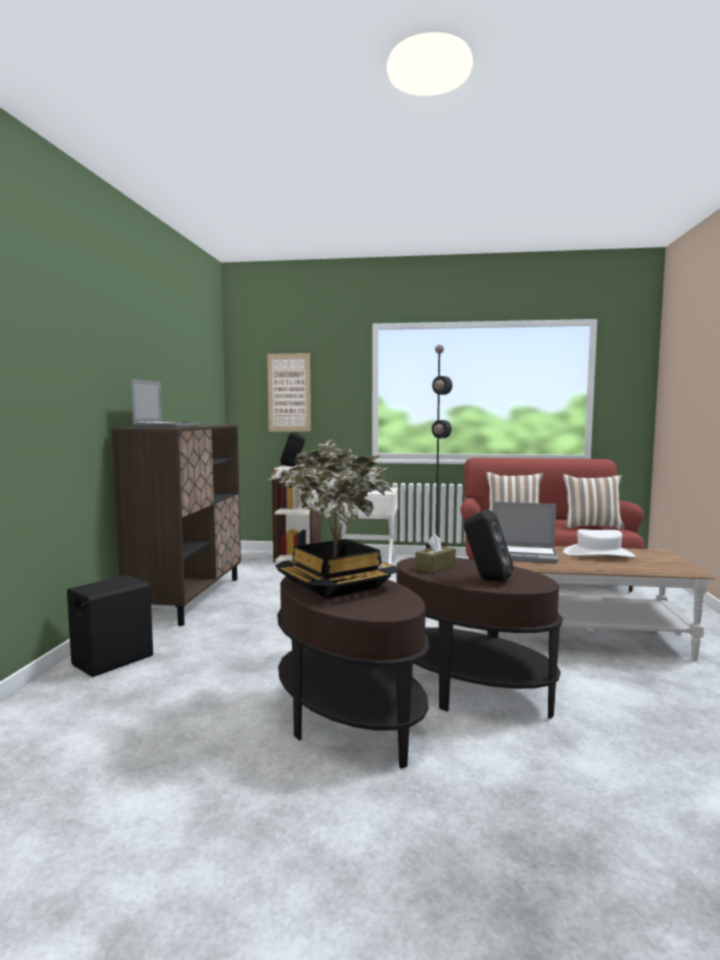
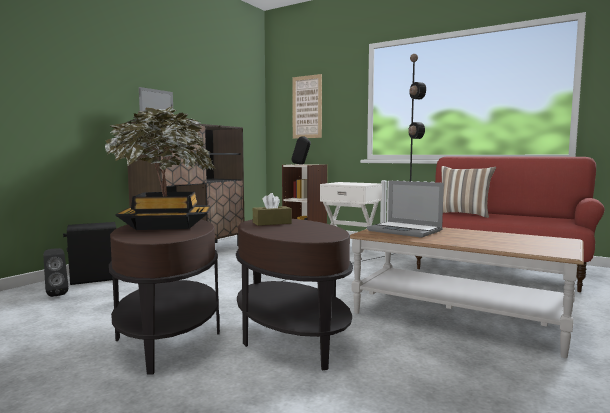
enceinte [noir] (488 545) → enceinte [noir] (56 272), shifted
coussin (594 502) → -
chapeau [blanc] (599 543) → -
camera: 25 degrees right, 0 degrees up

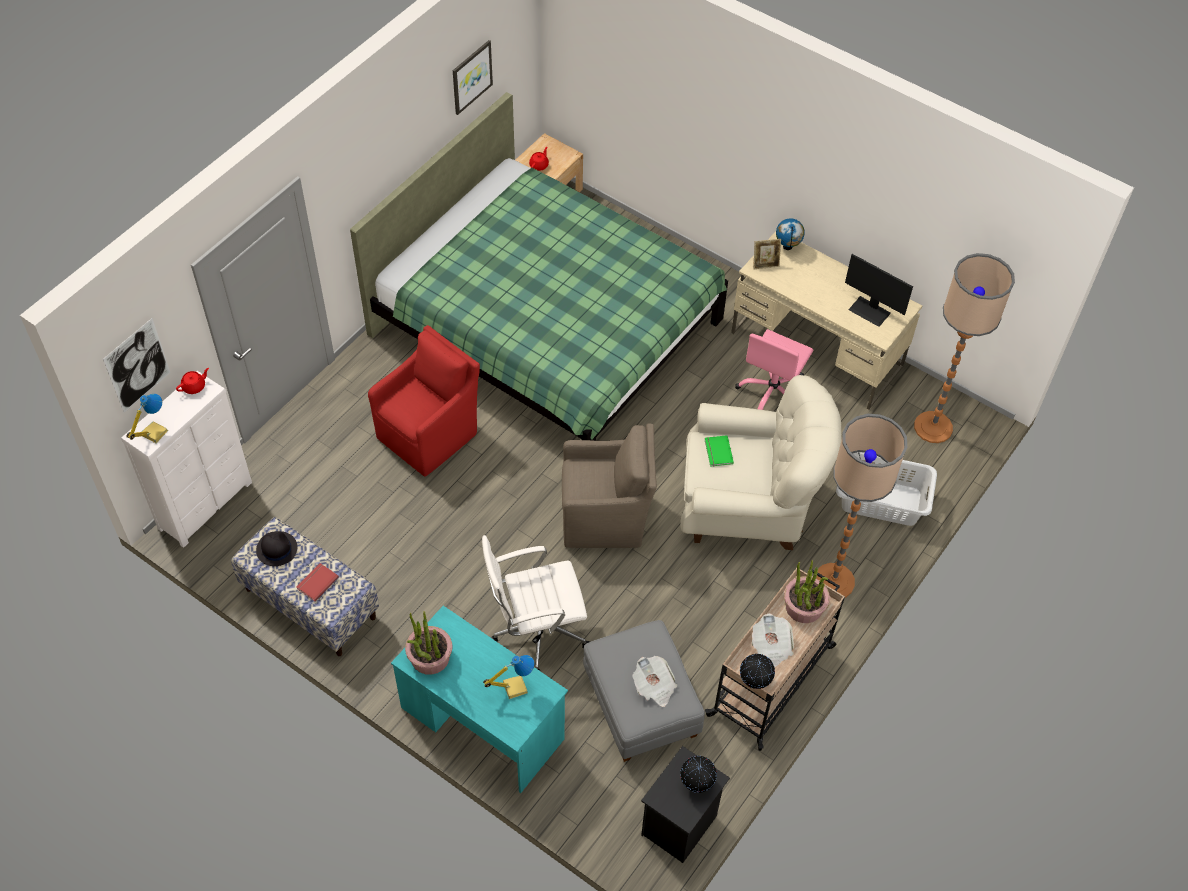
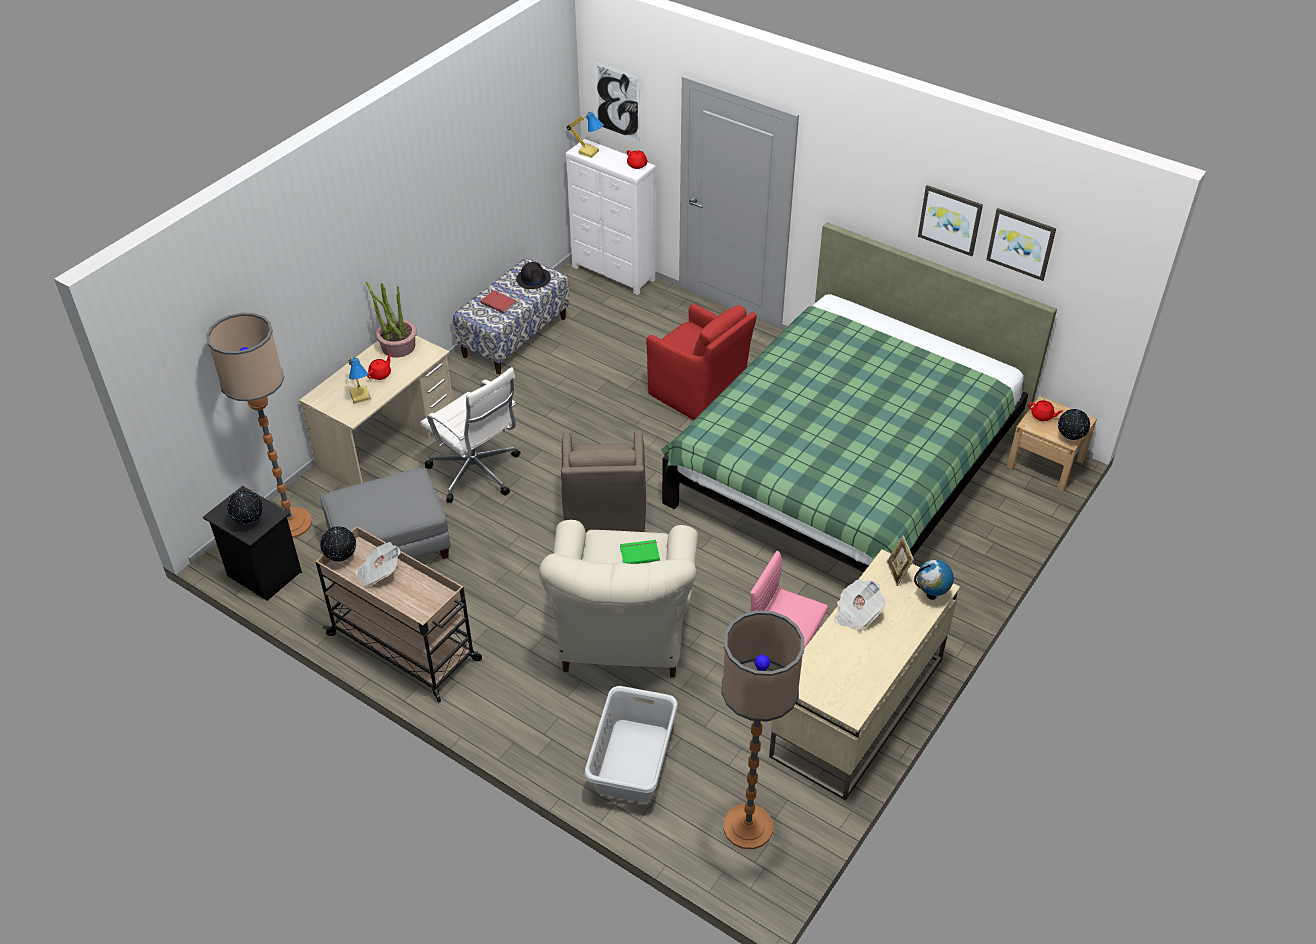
bureau [turquoise] (479 699) → bureau [beige] (376 411)
chaise de bureau [blanc] (536 603) → chaise de bureau [blanc] (470 435), 150 degrees clockwise
journal (655 681) → journal (859 605), shifted
plante en pot (807 591) → -
lampadaire (861 506) → lampadaire (259 425), shifted
écran d'ordinateur (879 290) → -
- → théière [rouge] (379 367)
- → tableau (950 220)
- → globe (1074 424)
camera: 90 degrees right, 10 degrees down

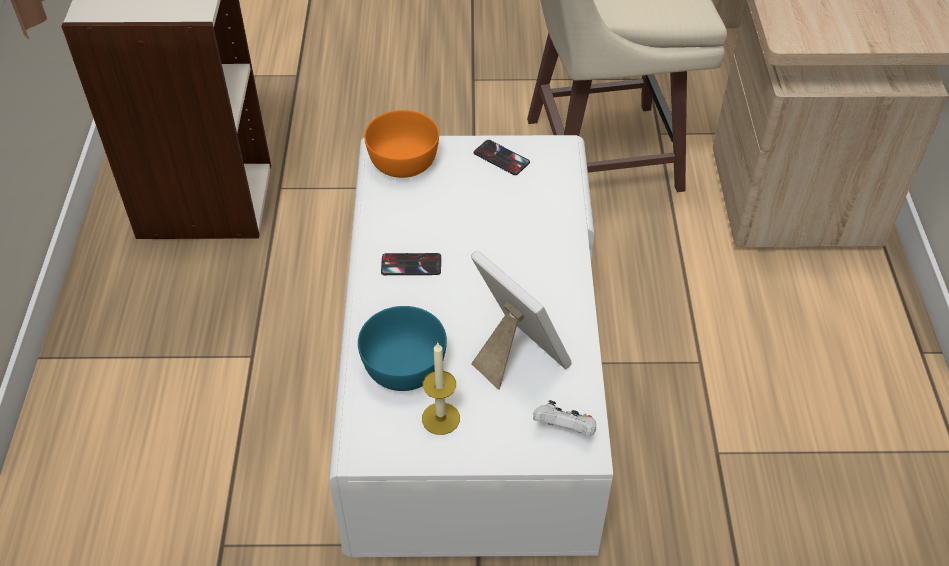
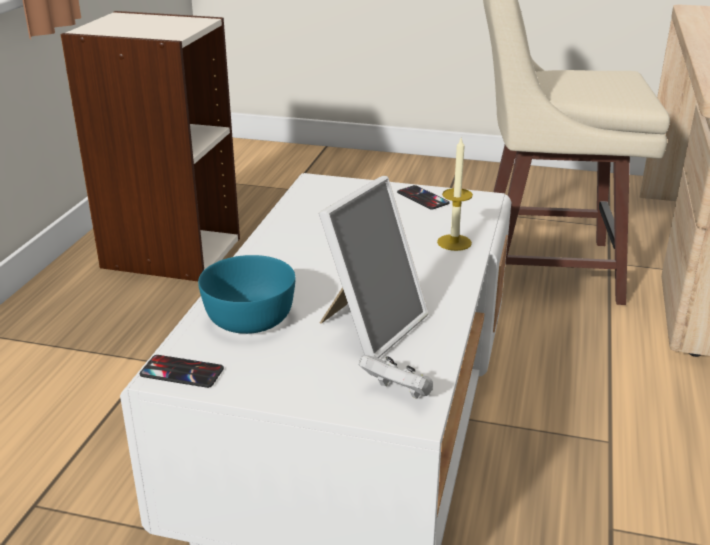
bol [orange] (401 144) → -
téléphone (411 264) → téléphone (182 371), shifted
bougie (441 388) → bougie (455 193), shifted
cadre photo (521 320) → cadre photo (373 267), 60 degrees clockwise
camera: 15 degrees right, 20 degrees down

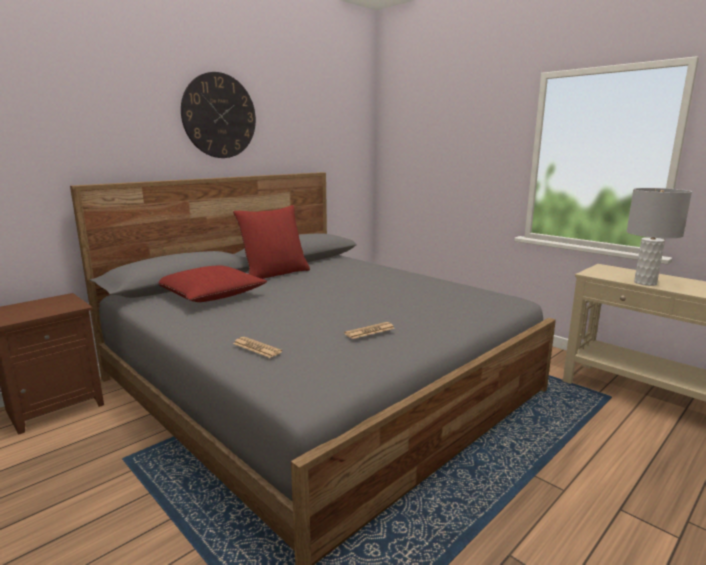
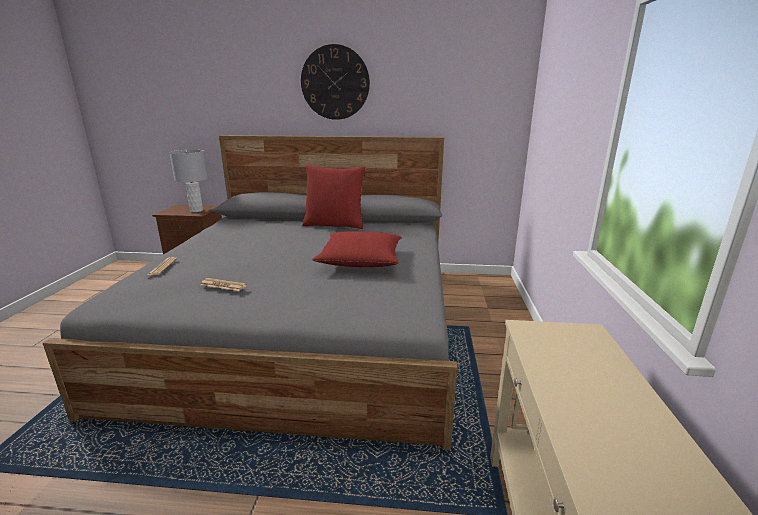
coussin [rouge] (212 283) → coussin [rouge] (357 249), shifted
lampe de table [gris] (659 237) → lampe de table [gris] (188 181), shifted
camera: 50 degrees right, 5 degrees up

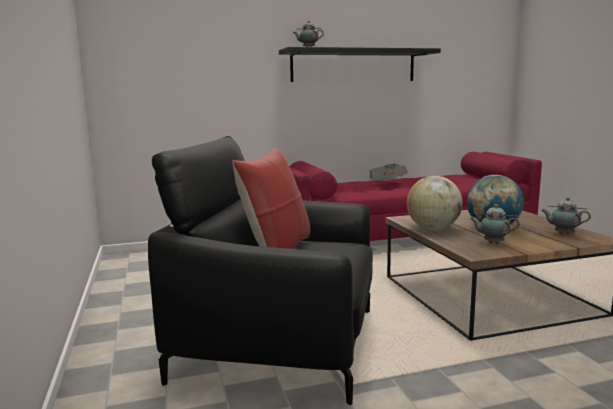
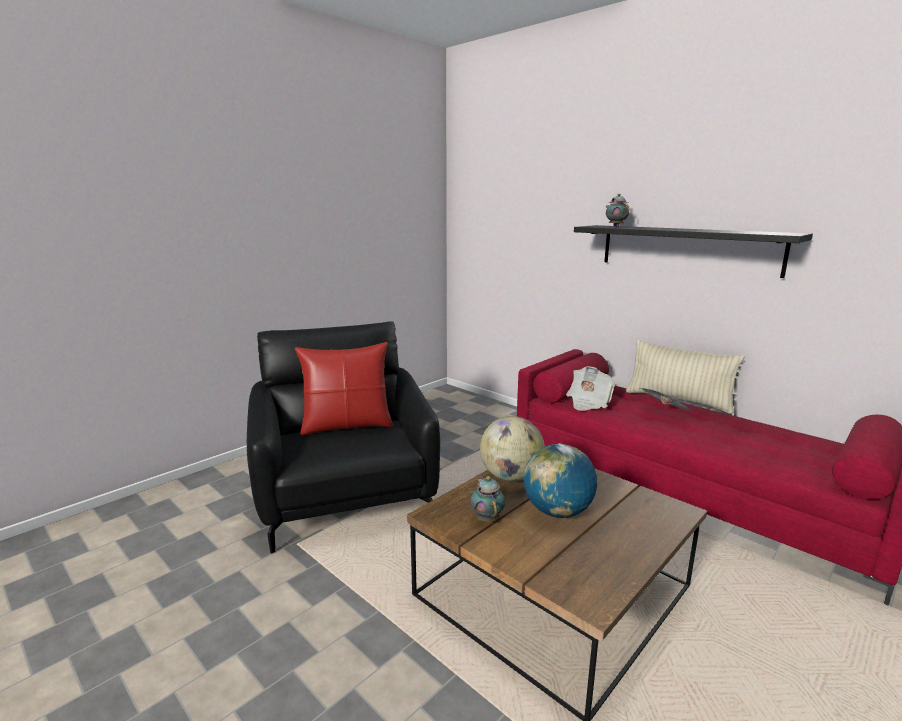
théière (566 216) → -
- → journal (590 388)
- → coussin [beige] (685 377)
camera: 60 degrees right, 5 degrees up

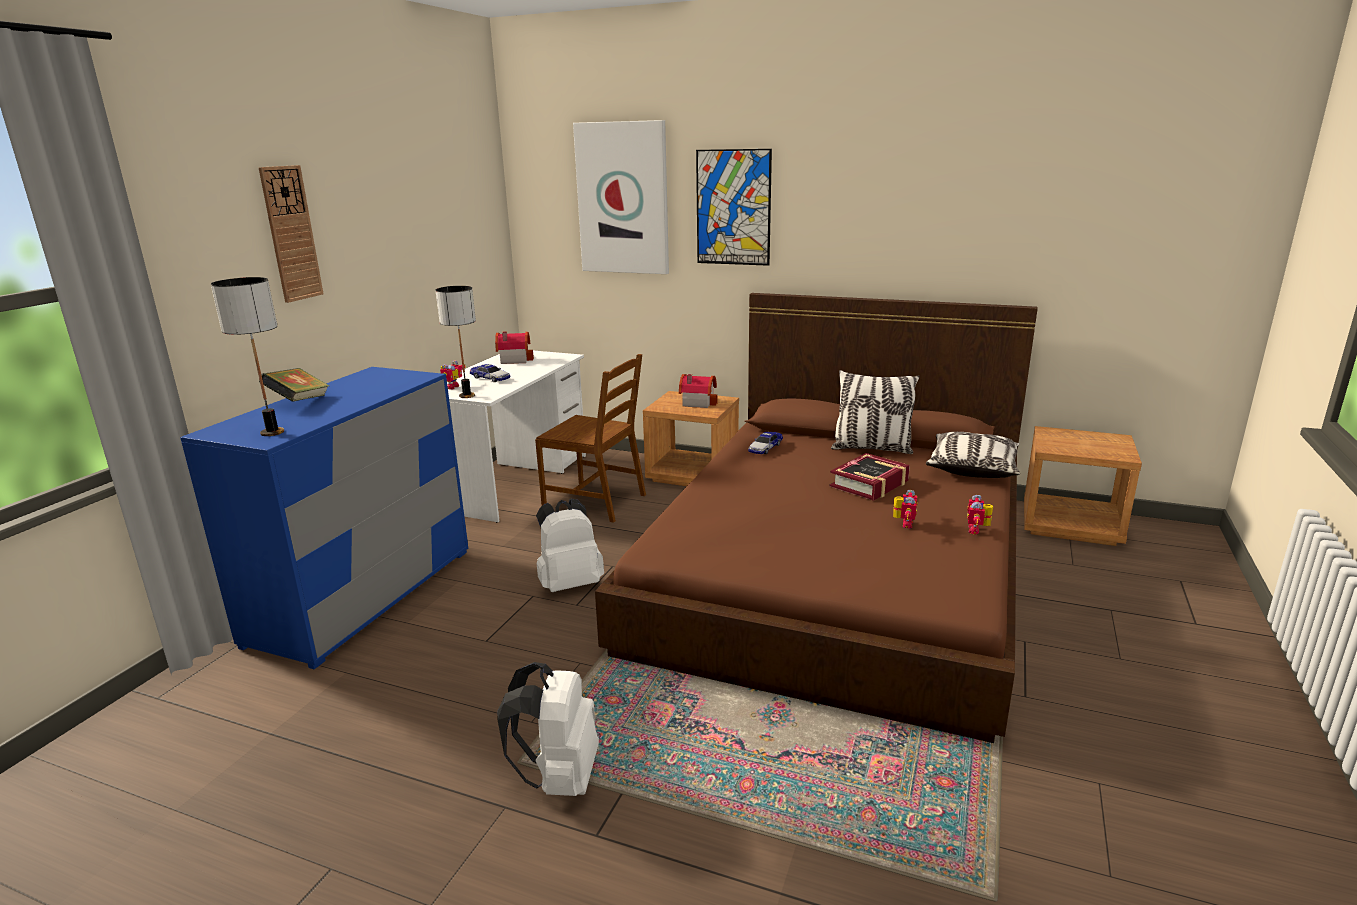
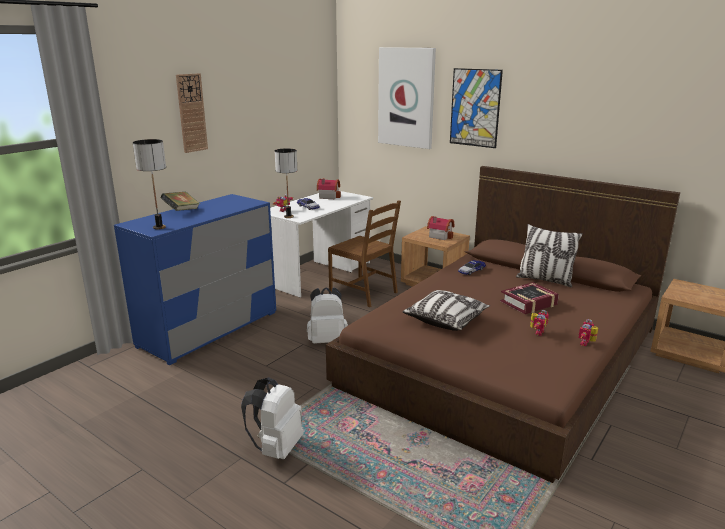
coussin (973 455) → coussin (446 310), shifted
camera: 15 degrees right, 0 degrees up

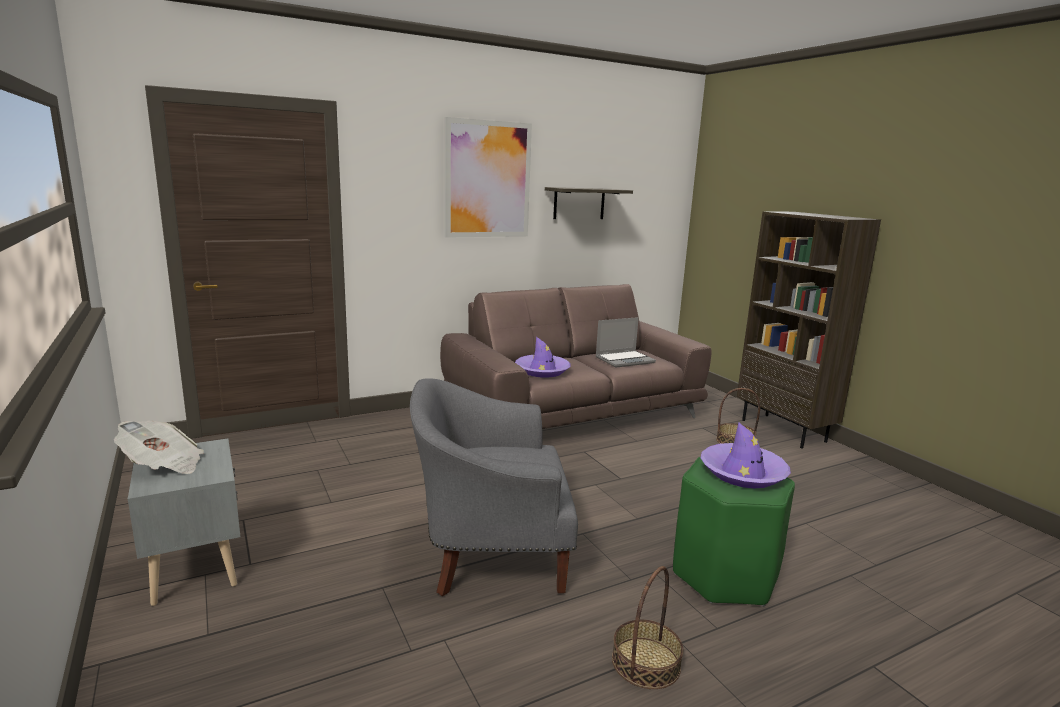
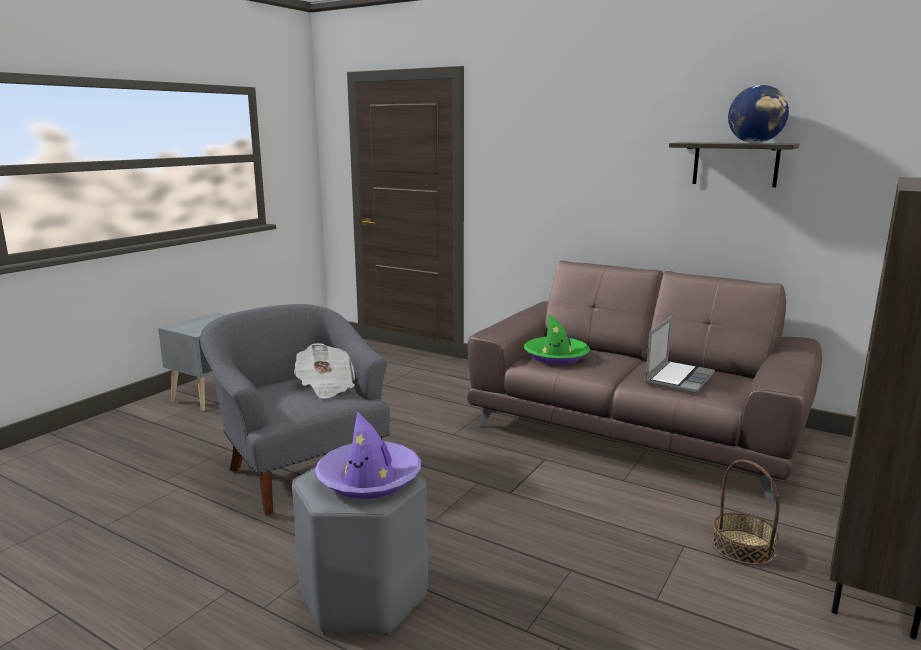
journal (159 447) → journal (324 371), shifted
tableau (488 177) → -
chapeau [violet] (543 357) → chapeau [vert] (557 339)
ordinateur portable (626 342) → ordinateur portable (680 355), 90 degrees counterclockwise
panier (648 627) → -
tabouret [vert] (734 531) → tabouret [gris] (360 550)
- → globe (758 114)
camera: 60 degrees right, 0 degrees up

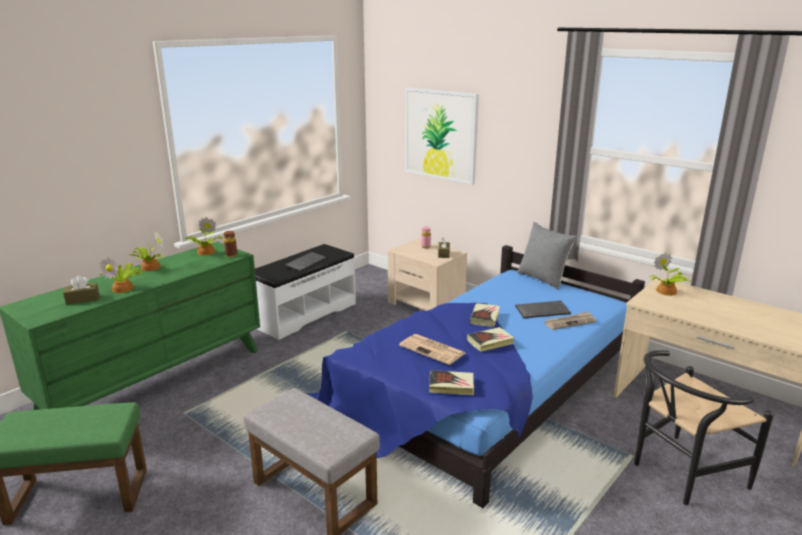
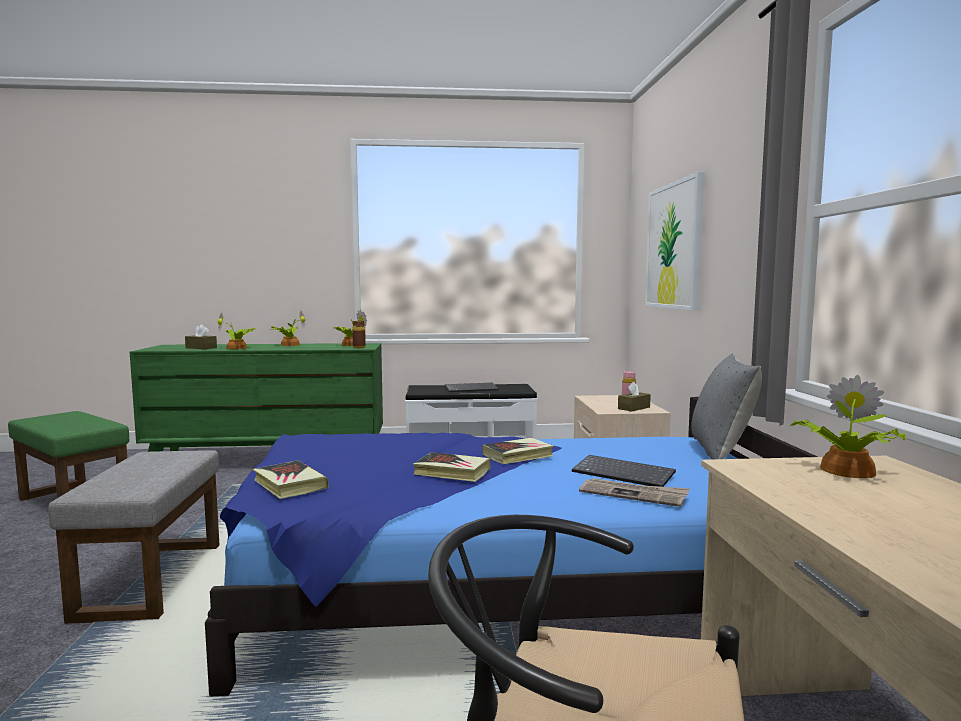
journal (432 349) → -
camera: 45 degrees right, 15 degrees down

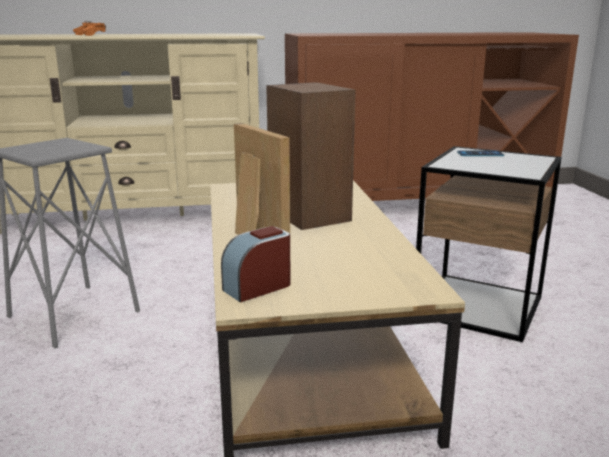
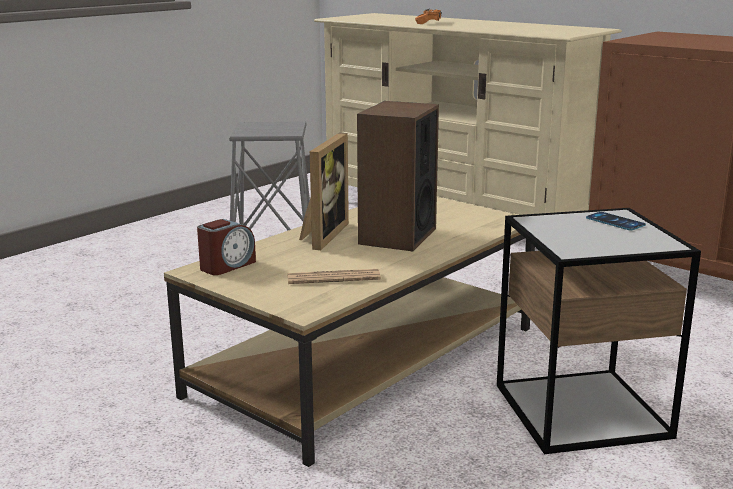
réveil (256 264) → réveil (226 247), 120 degrees clockwise
- → journal (334 276)
camera: 50 degrees right, 0 degrees up

